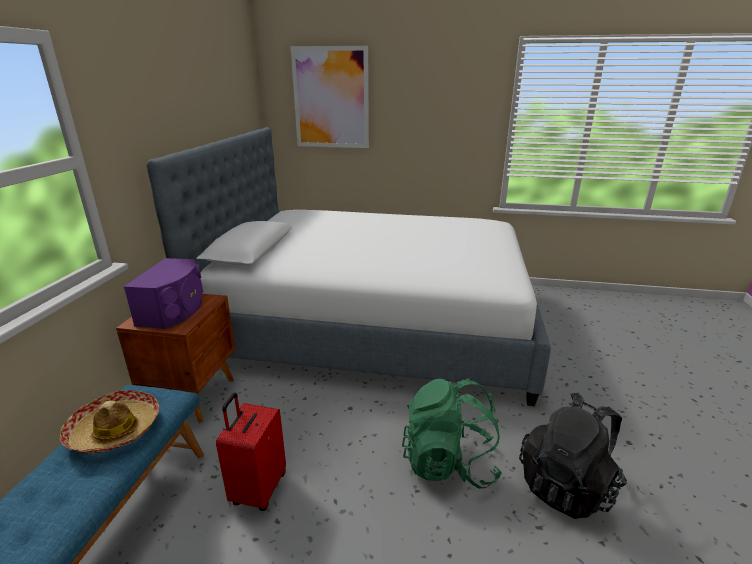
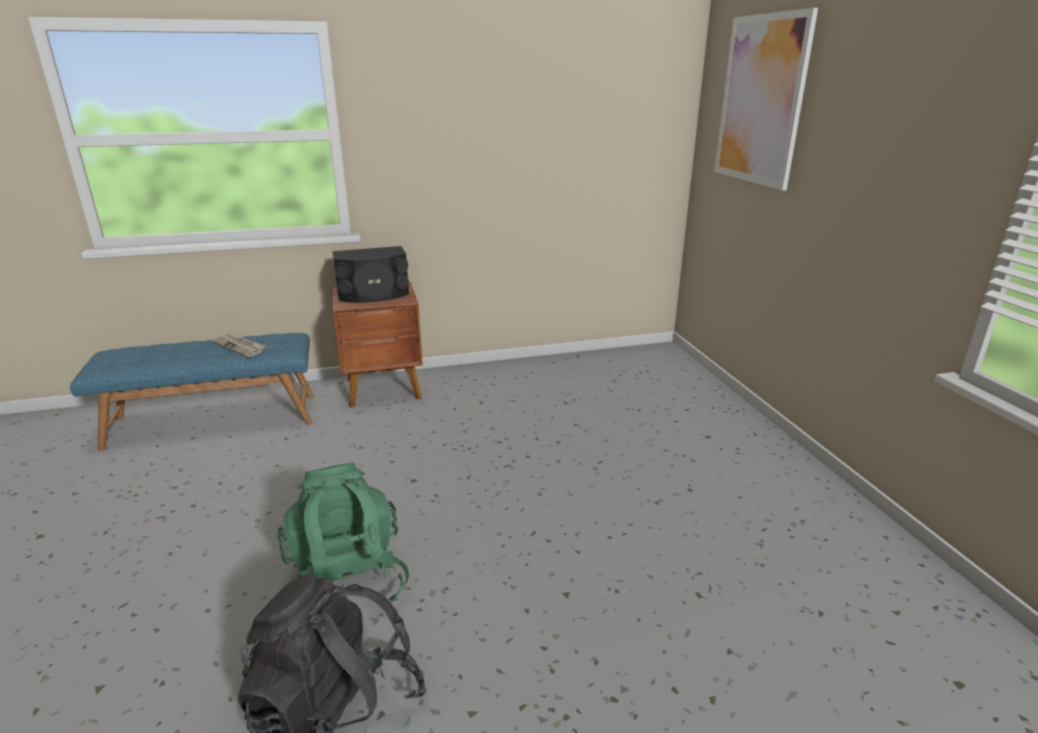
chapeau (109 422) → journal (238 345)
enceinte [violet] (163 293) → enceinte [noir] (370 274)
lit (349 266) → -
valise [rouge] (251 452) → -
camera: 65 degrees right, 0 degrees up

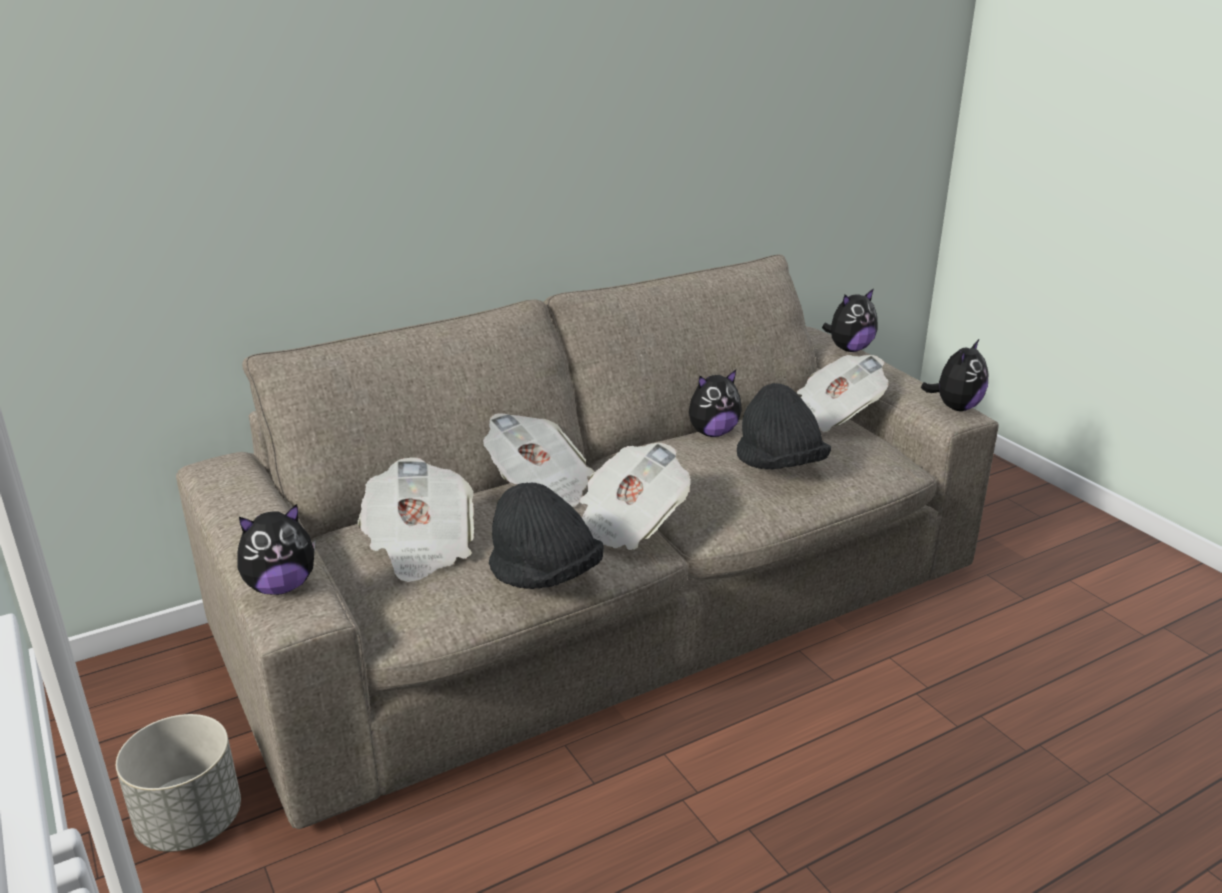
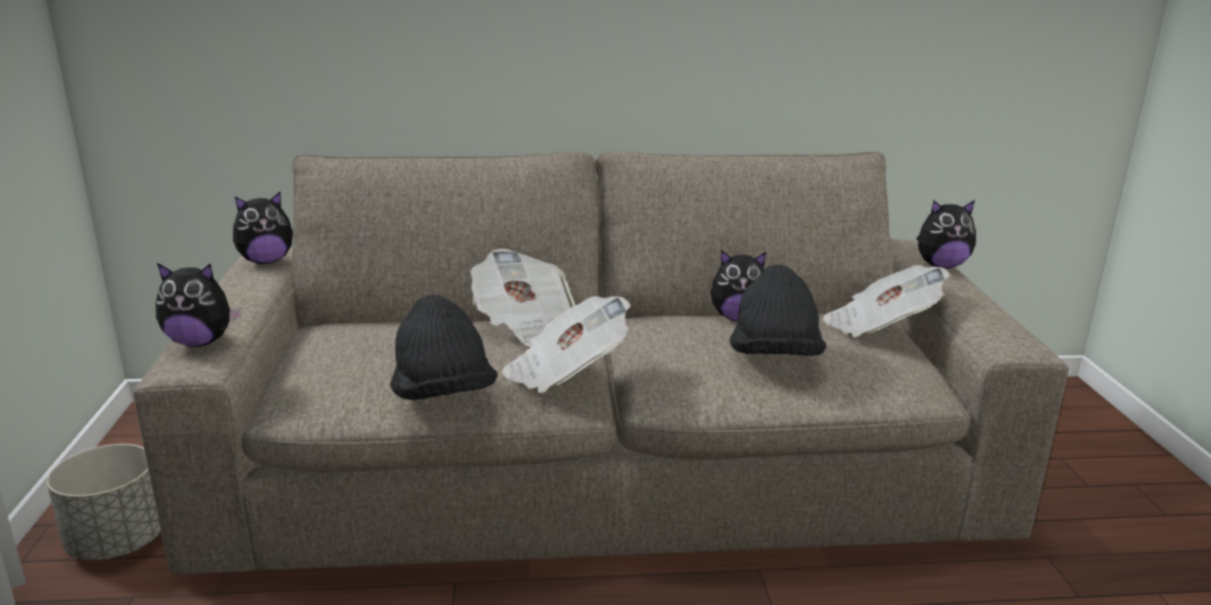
journal (415 519) → -
peluche (954 374) → peluche (263 228), shifted
camera: 25 degrees right, 5 degrees down

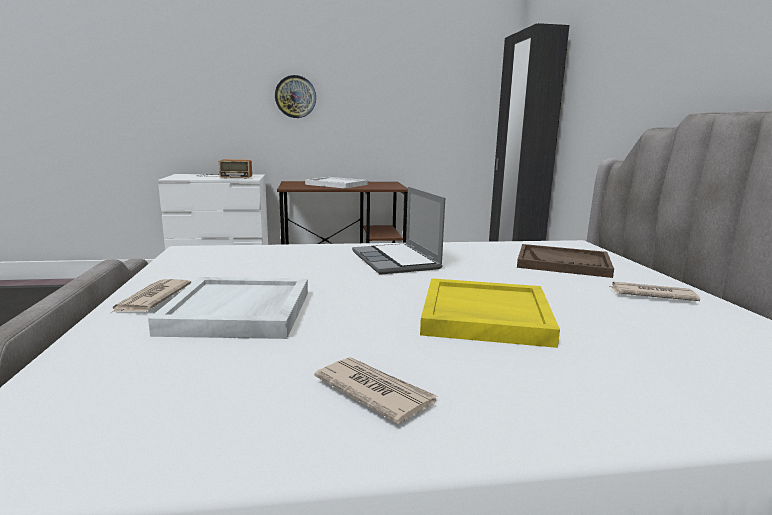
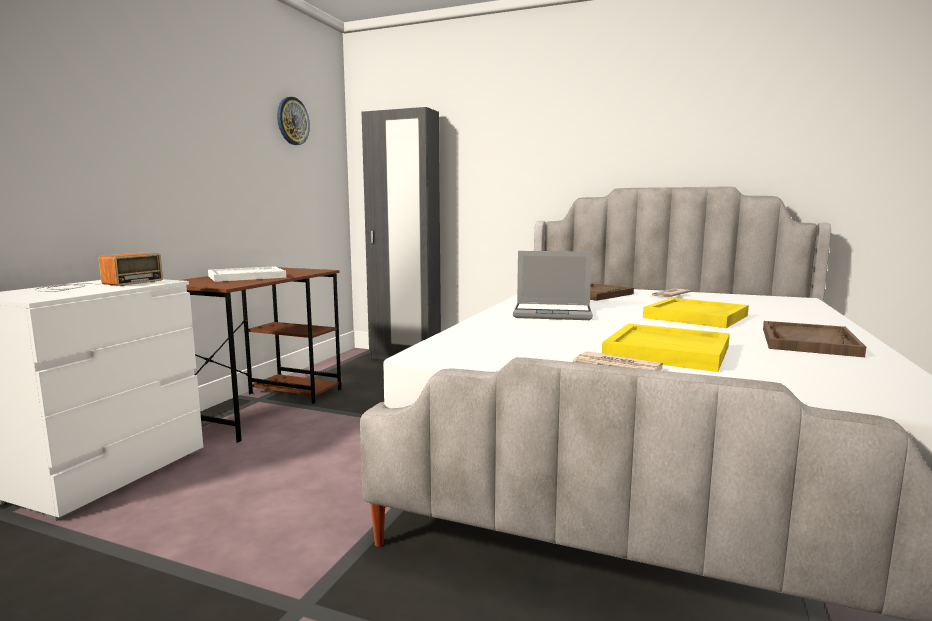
plateau [blanc] (228 308) → plateau [jaune] (666 348)
horloge murale (295 96) → horloge murale (293 121), shifted
journal (375 390) → plateau [marron] (814 339)
camera: 60 degrees left, 5 degrees down

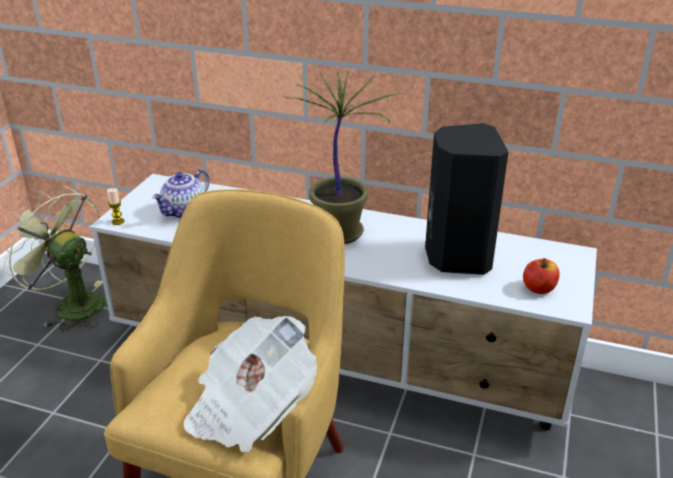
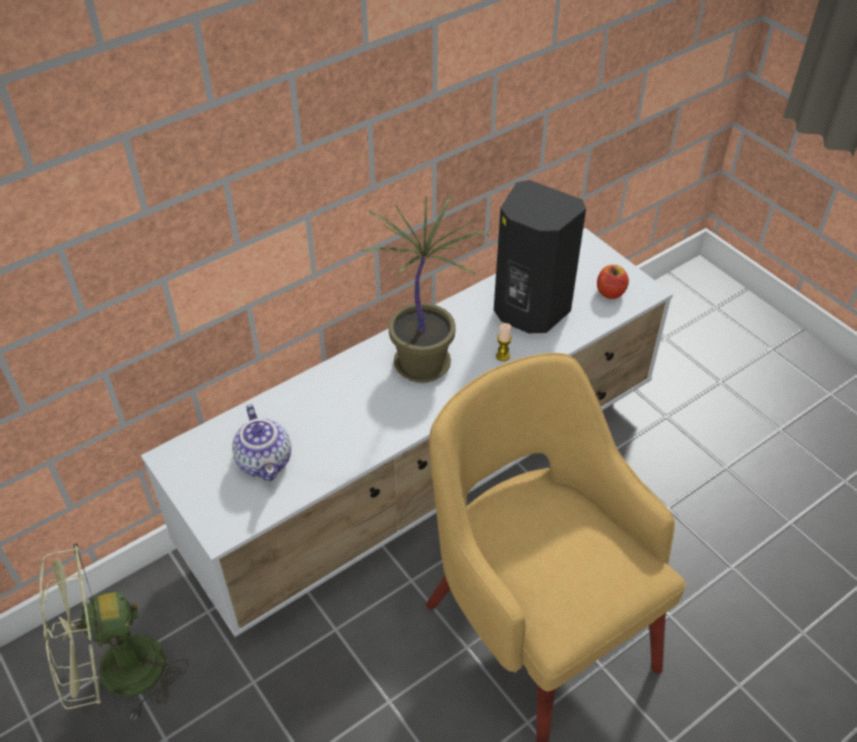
bougie (115 206) → bougie (504 342), shifted
journal (250 384) → -
camera: 55 degrees left, 15 degrees up

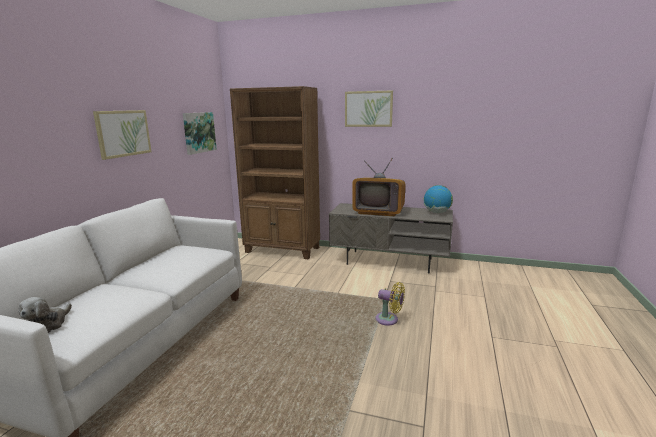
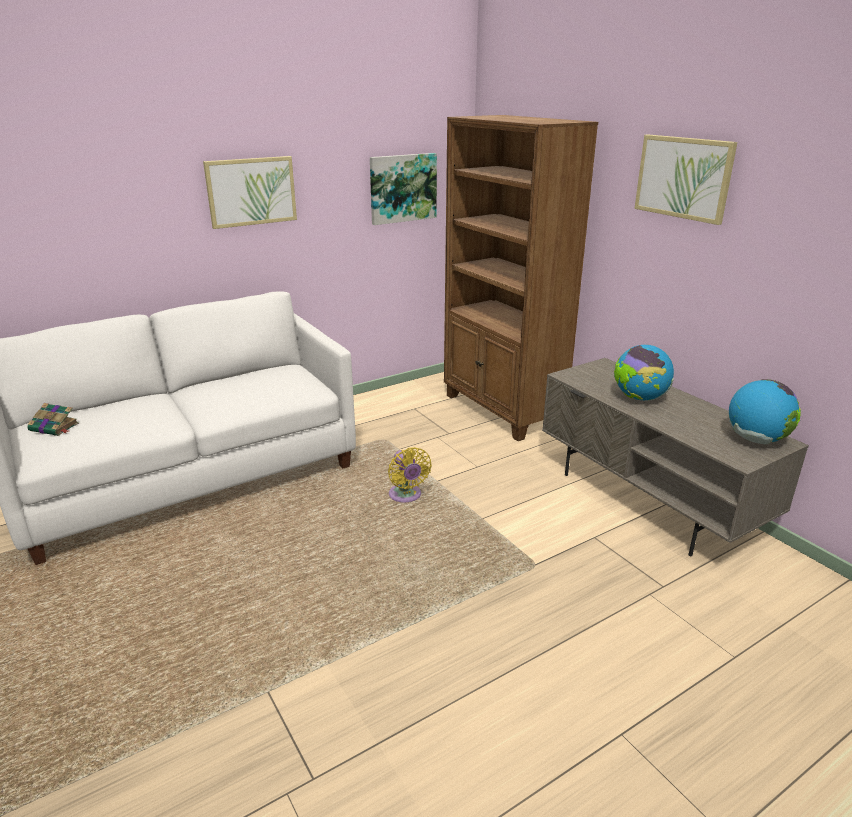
peluche (45 315) → livre (53 419)
téléviseur (378 187) → globe (644 373)
ventilateur [jaune] (390 304) → ventilateur [jaune] (410 475), shifted
camera: 40 degrees right, 10 degrees up

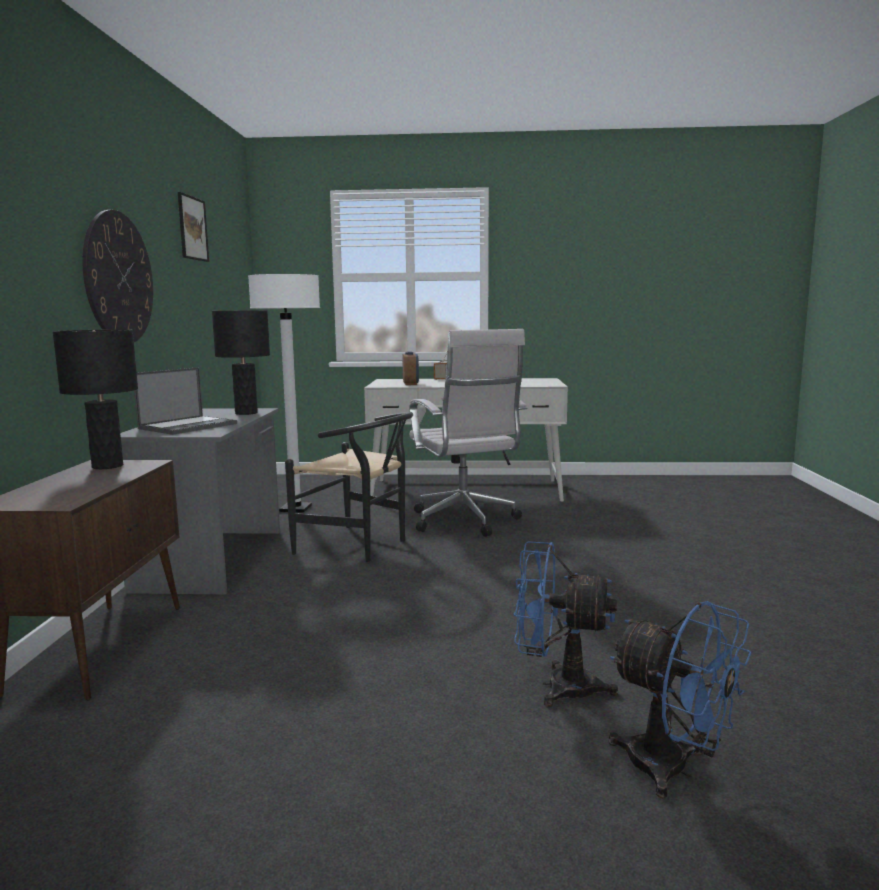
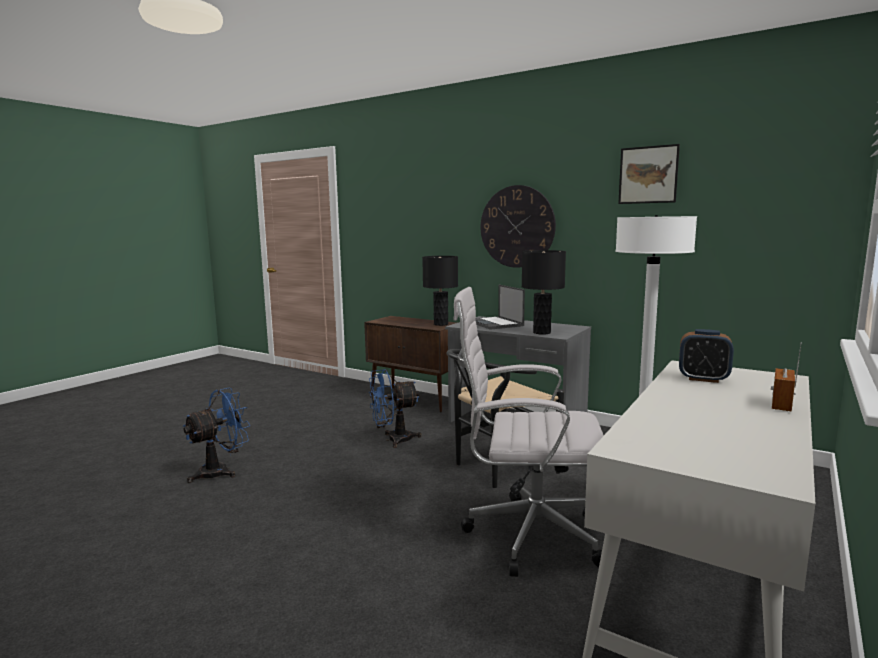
ventilateur [bleu] (680 700) → ventilateur [bleu] (395 408), shifted
camera: 120 degrees right, 0 degrees up

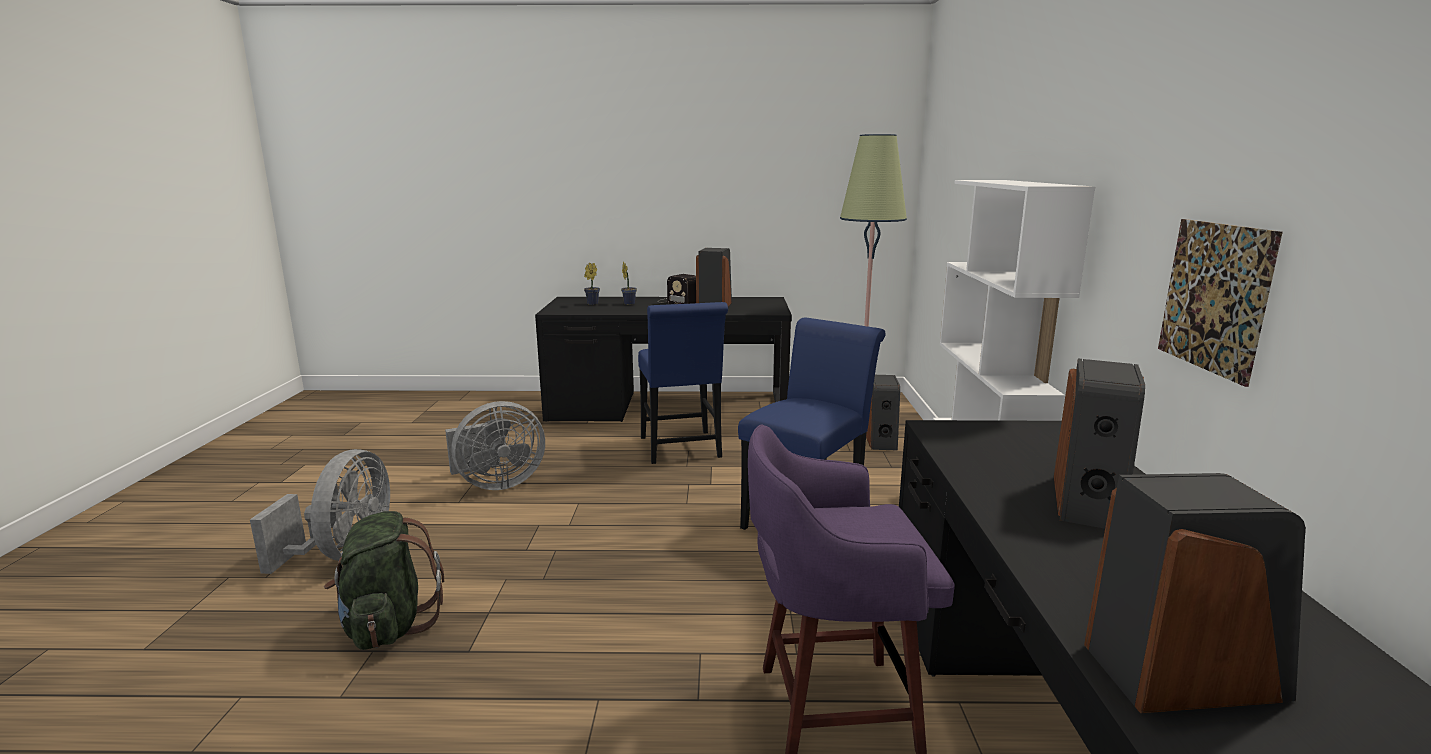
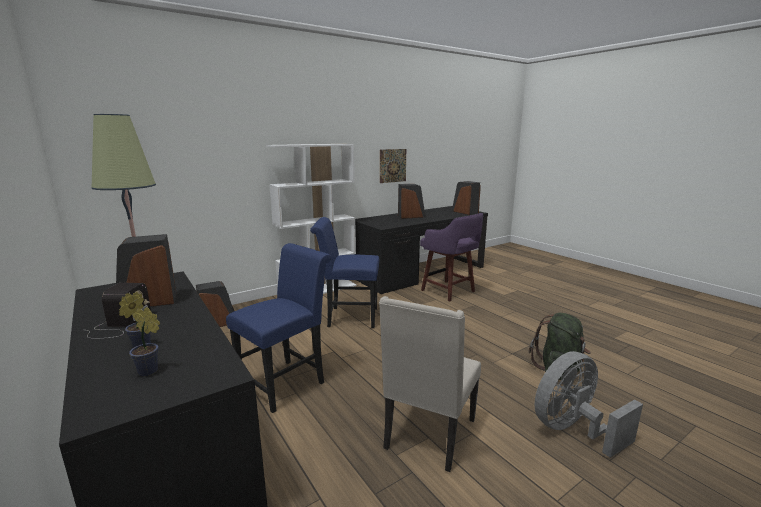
ventilateur [gris] (495 445) → chaise [beige] (430 384)
camera: 125 degrees left, 0 degrees up

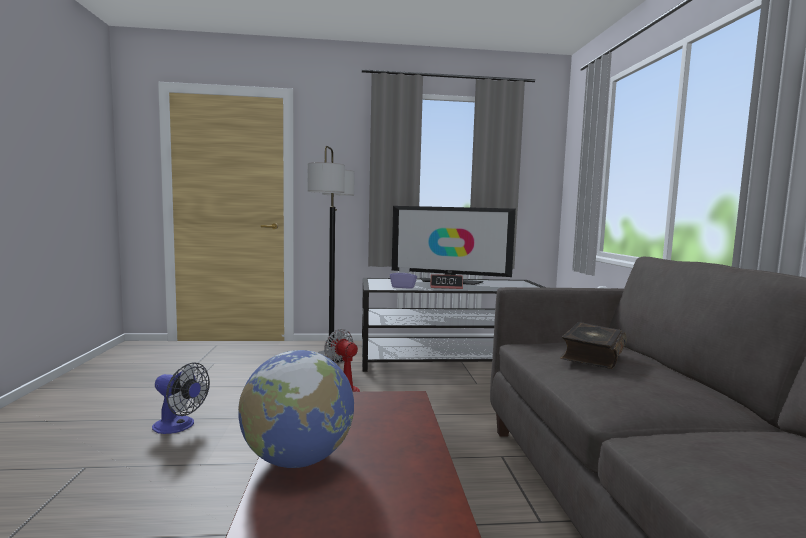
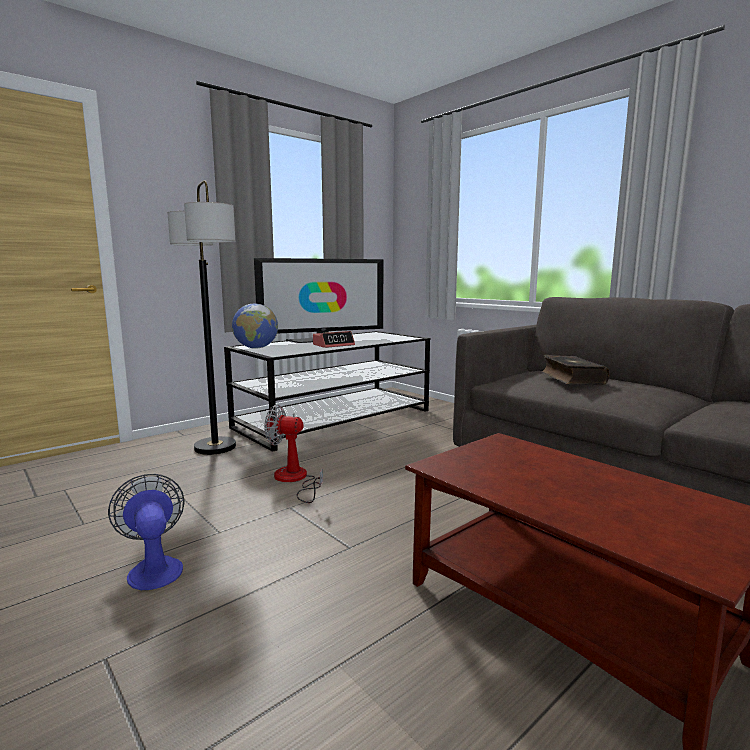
ventilateur (181 398) → ventilateur (146 532), 105 degrees counterclockwise
globe (296 409) → globe (255 326), shifted
boîte à mouchoirs [violet] (403 278) → -
camera: 35 degrees left, 5 degrees up

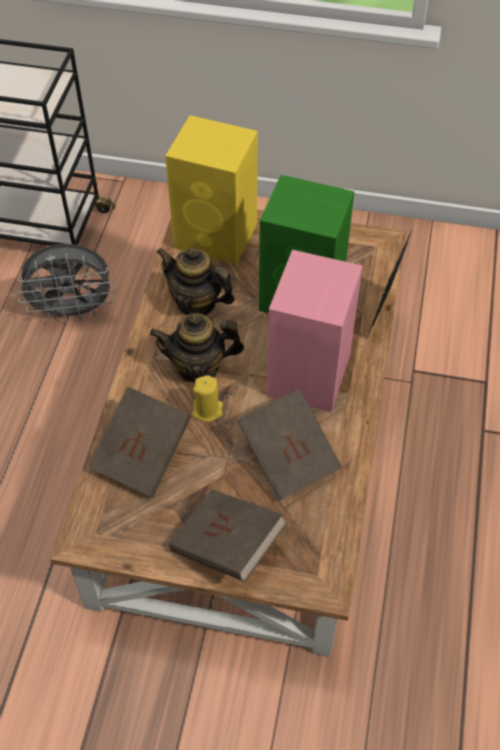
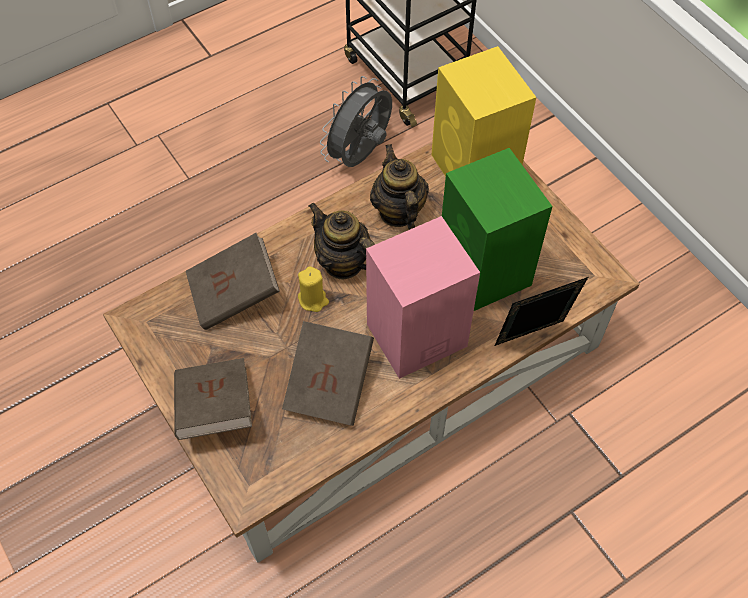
ventilateur [gris] (65 283) → ventilateur [gris] (356 121), 90 degrees clockwise
camera: 45 degrees right, 5 degrees up

